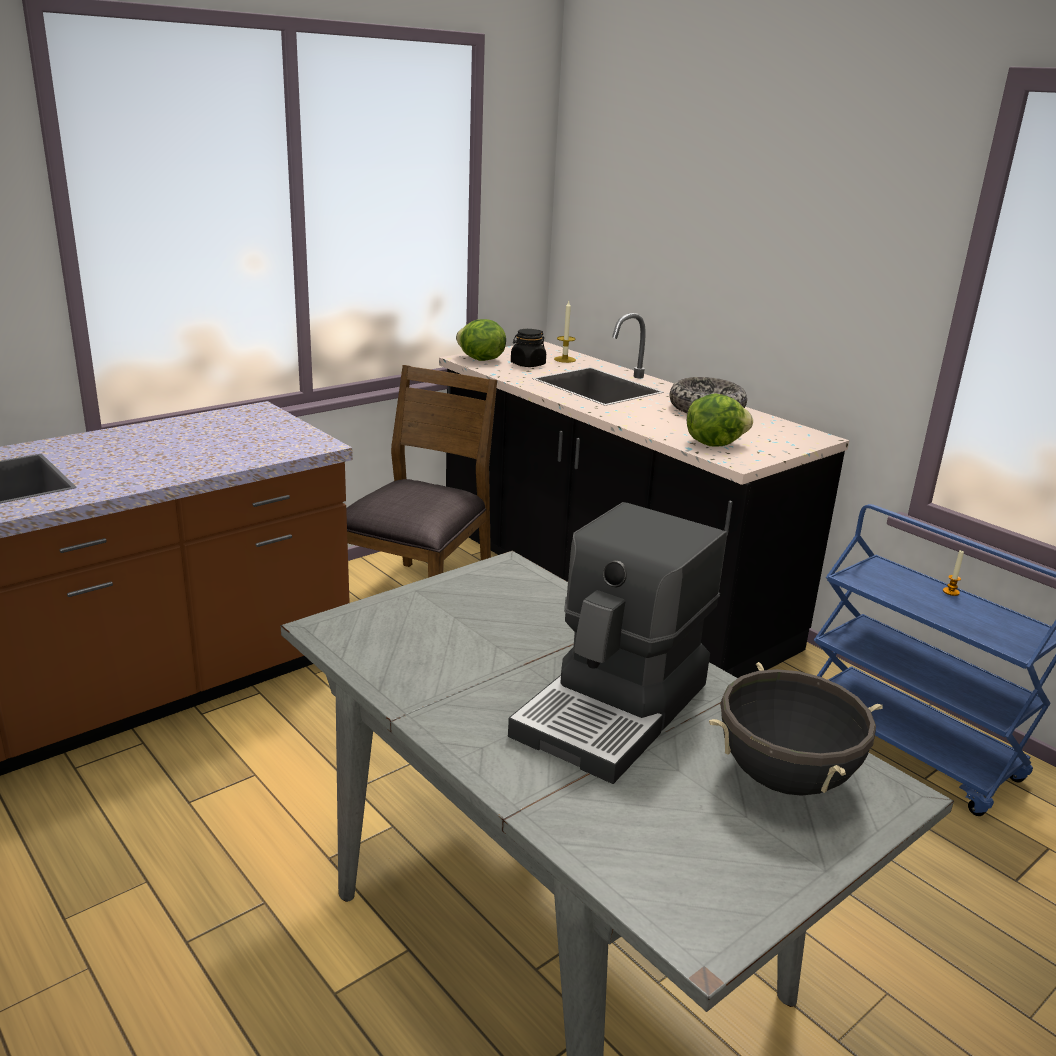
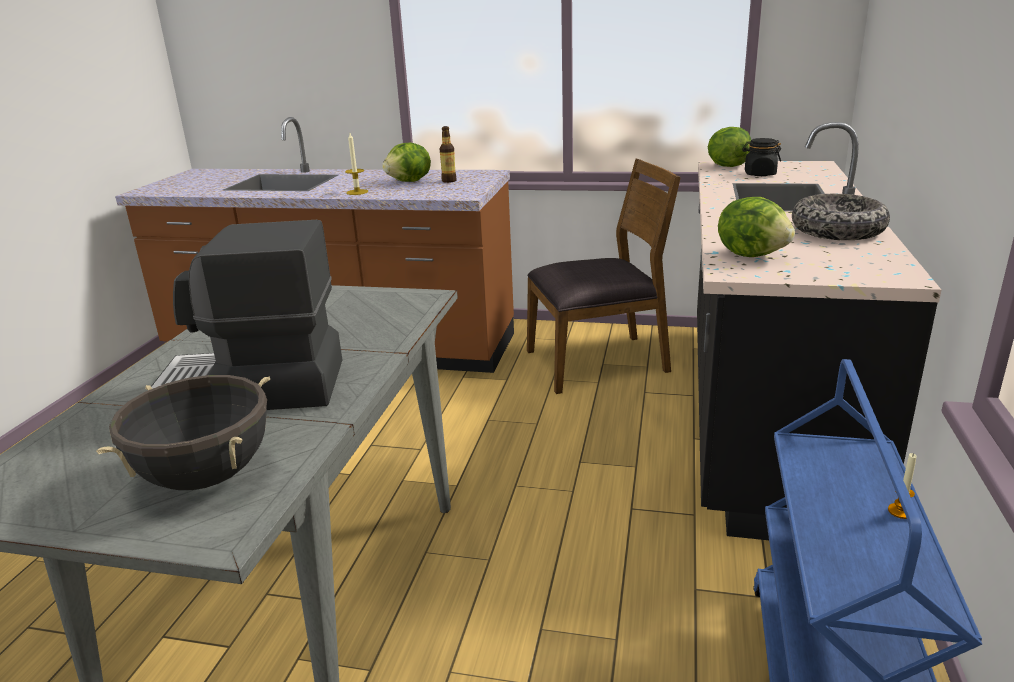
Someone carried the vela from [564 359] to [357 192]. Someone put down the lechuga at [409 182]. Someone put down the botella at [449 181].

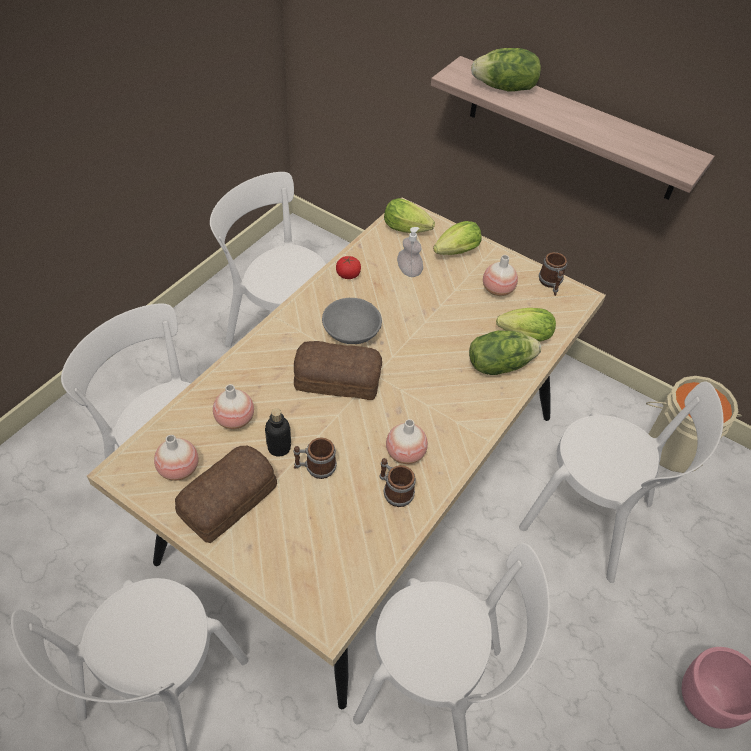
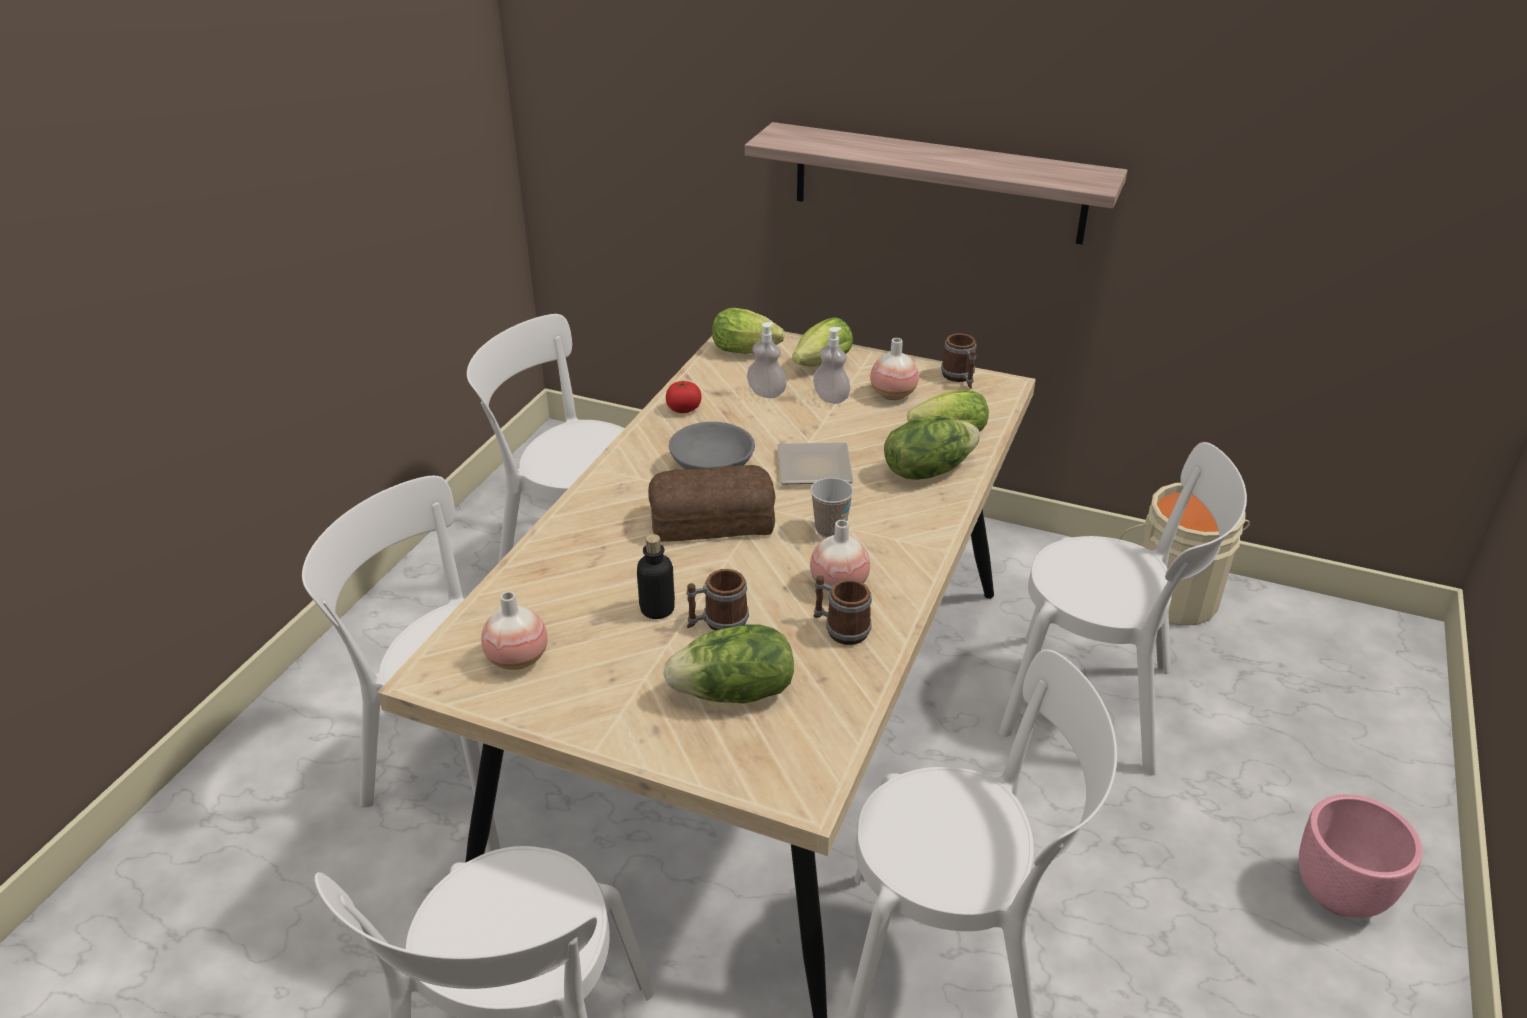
Someone took away the pan at [230 500]. Someone took away the florero at [235 419]. Someone carried the lechuga from [505 88] to [735 693]. Someone put down the plato at [817 469]. Someone put down the taza at [830 529]. Someone put down the dispensador de jabón at [831 398].

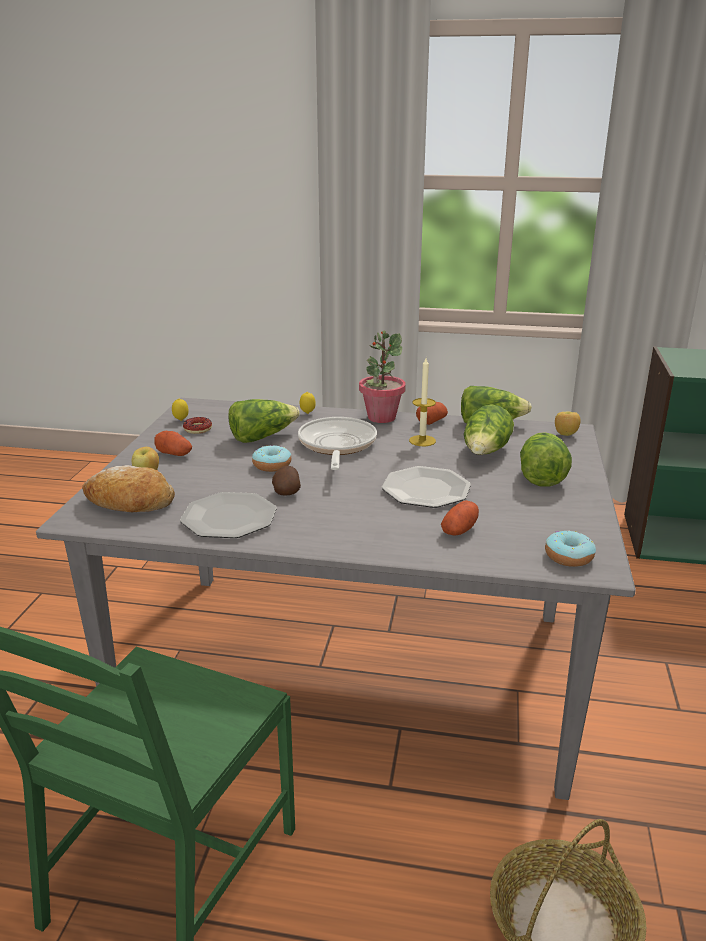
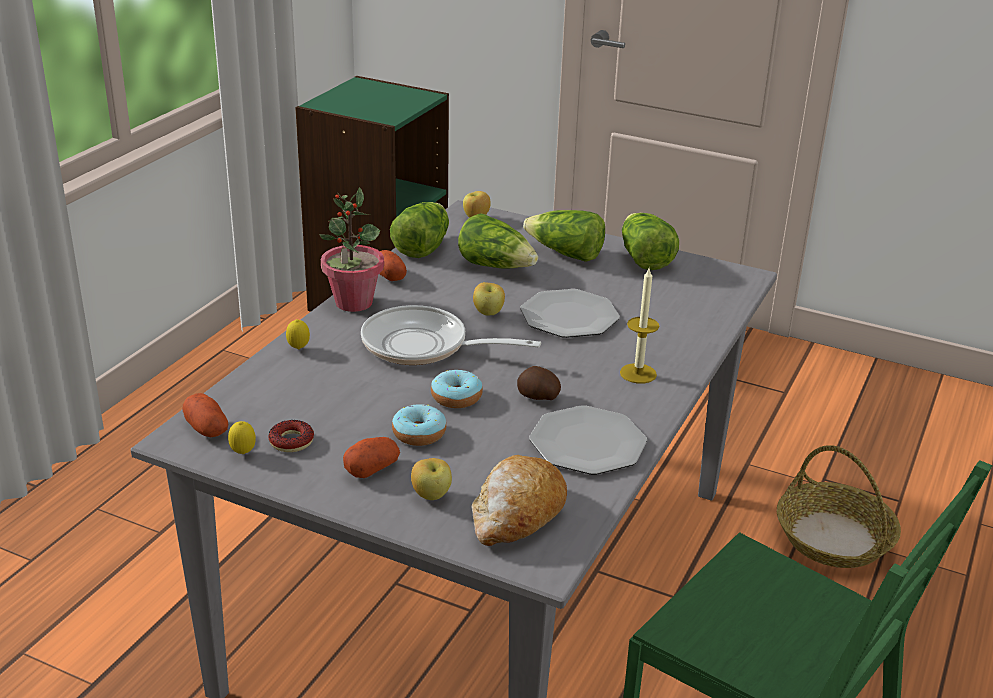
Someone carried the lechuga from [262 437] to [644 258]. Someone carried the vela from [422 441] to [638 373]. Someone carried the patata from [459 530] to [207 428]. Someone carried the rosquilla from [569 557] to [419 434]. Someone put down the manzana at [488 313].

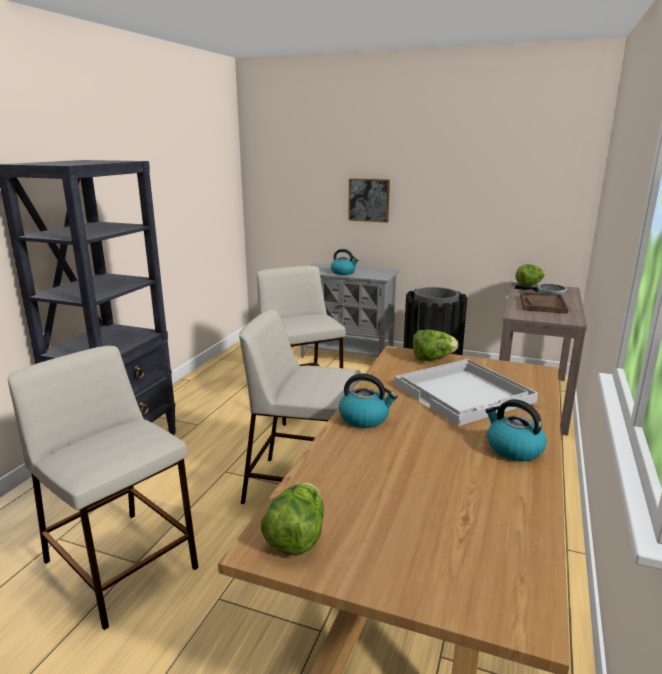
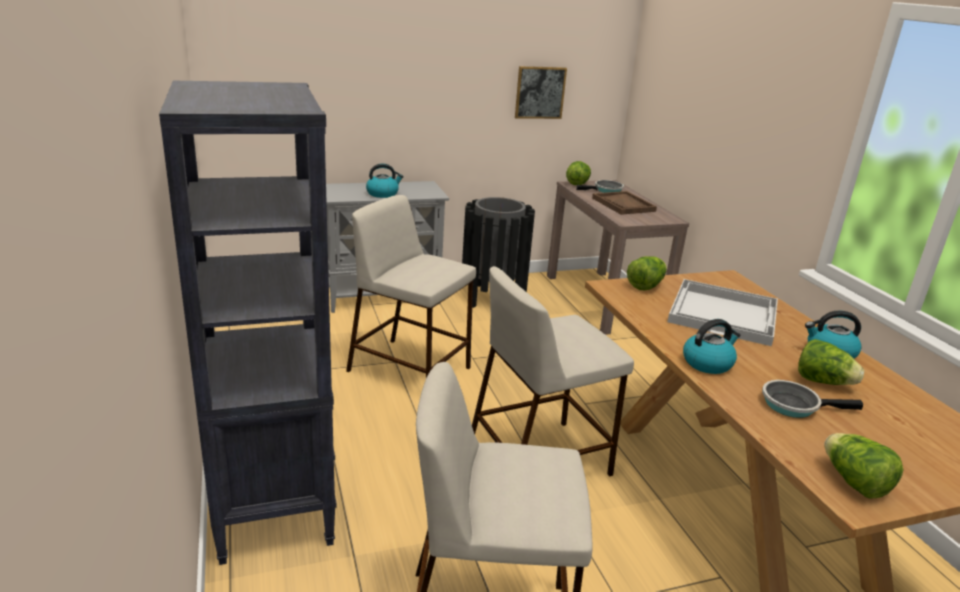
Someone carried the cuadro from [369 200] to [540 92]. Someone put down the sartén at [794 405]. Someone put down the lechuga at [822 382].

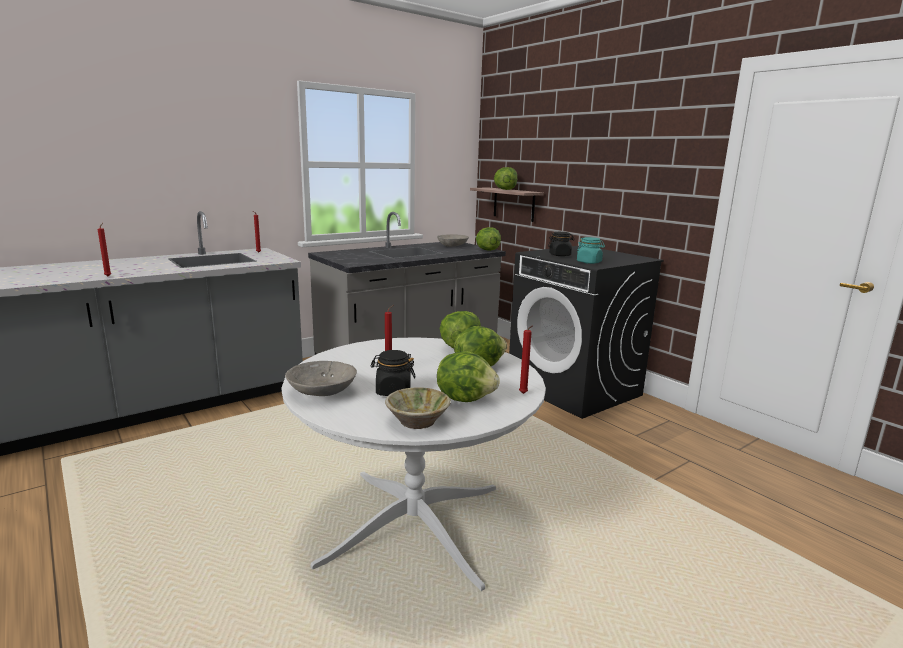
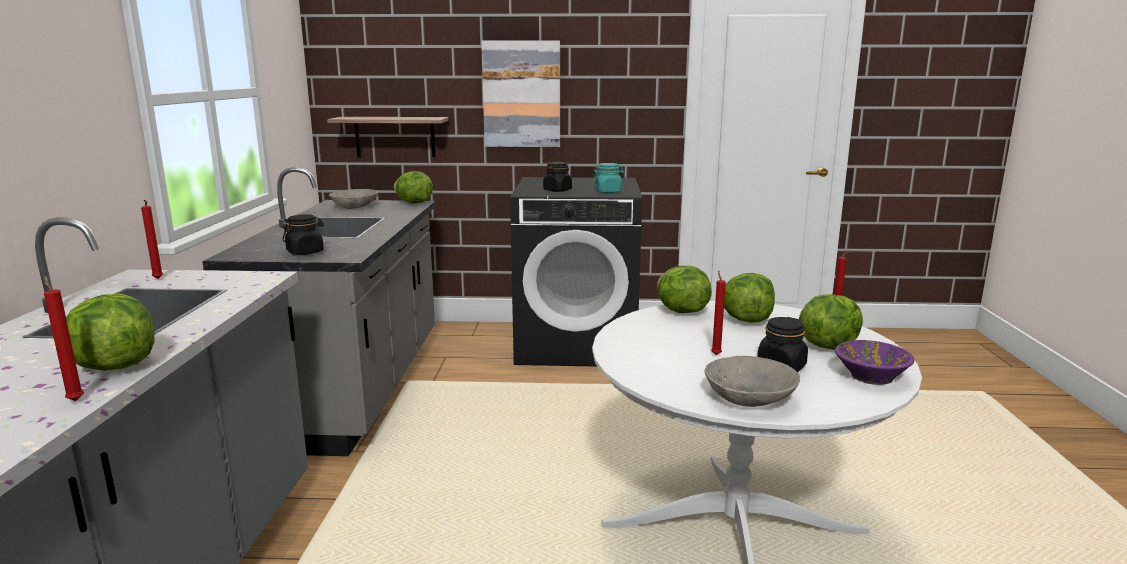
Someone repainted the cuenco (beis) at [417 420], which became the cuenco (morado) at [870 376]. Someone carried the lechuga from [505 189] to [114 366]. Someone put down the tarro (negro) at [305 252]. Someone put up the cuadro at [521 94].

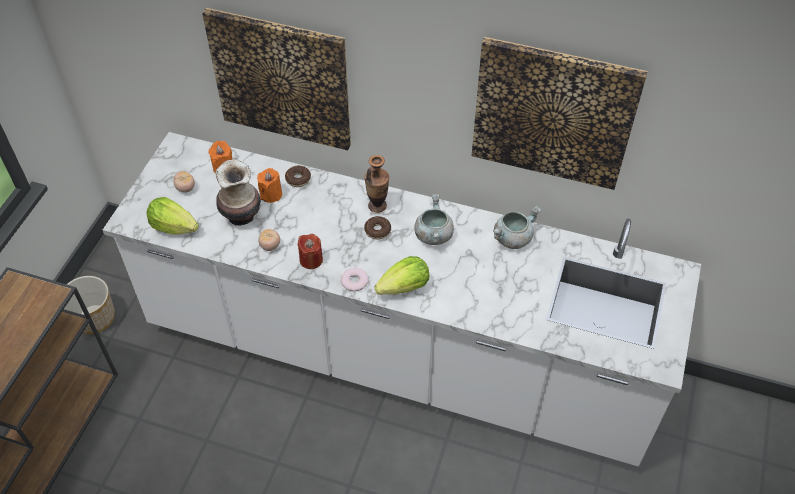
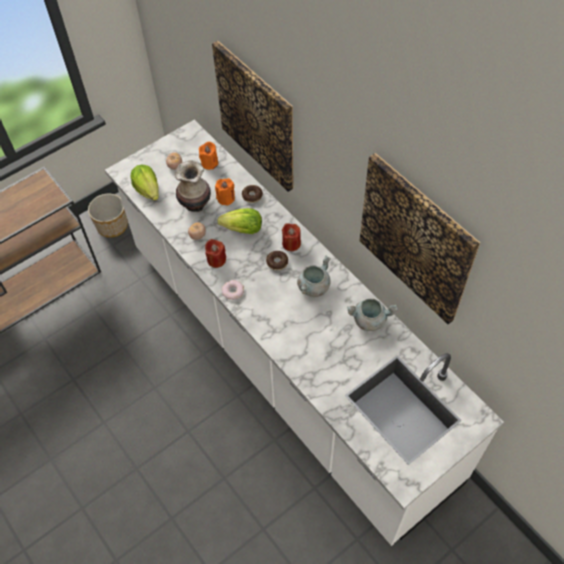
Someone swapped the florero at [377 205] for the vela (rojo) at [291 243]. Someone carried the lechuga from [404 287] to [243 229].

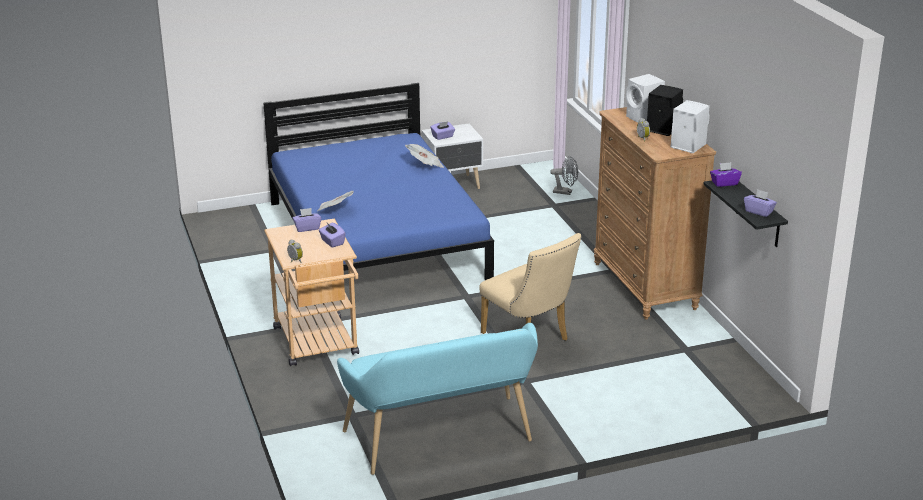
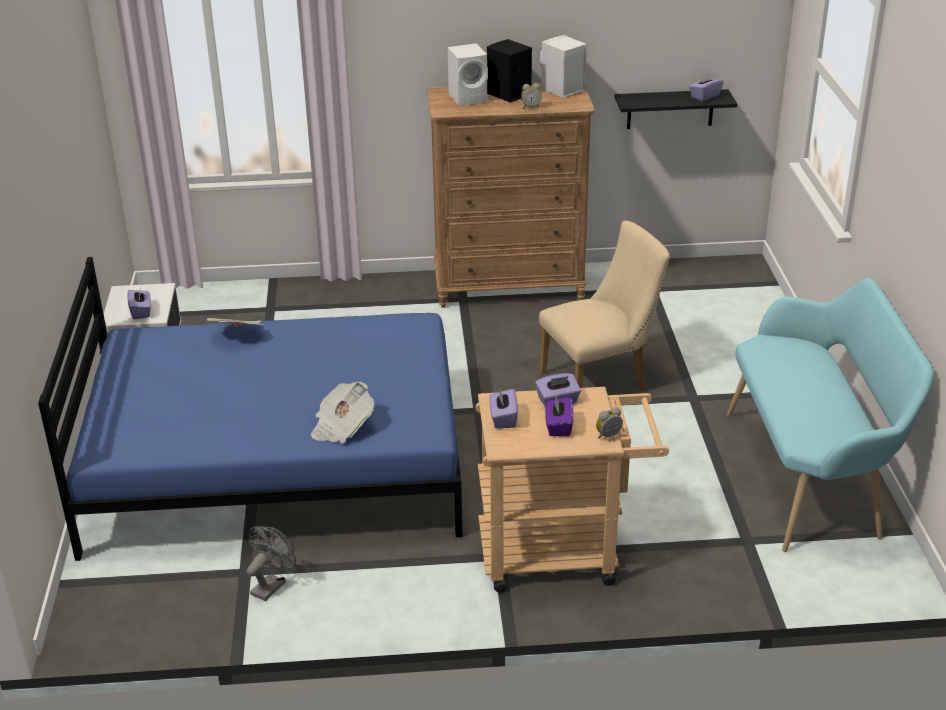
Someone carried the ventilador (gris) from [565 192] to [271 585]. Someone carried the caja de pañuelos (morado) from [724 183] to [558 426].

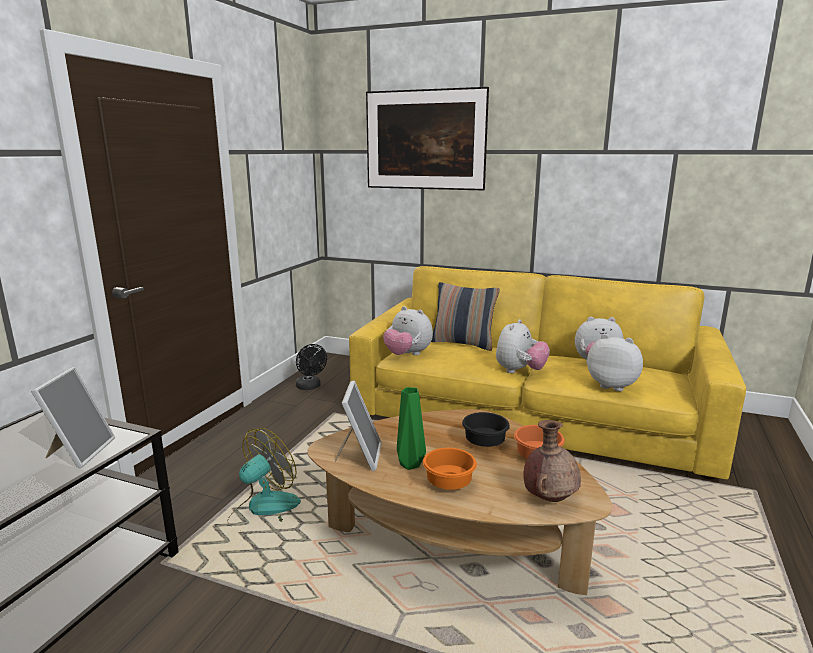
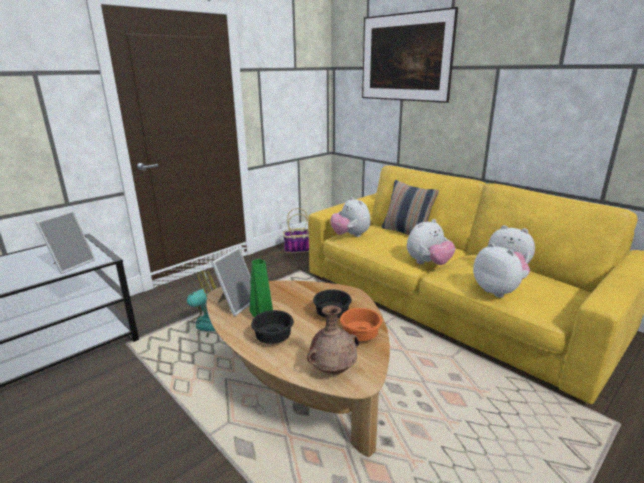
Someone swapped the ventilador (negro) at [310 387] for the cesta at [299 249]. Someone repainted the cuenco (naranja) at [447 483], which became the cuenco (negro) at [273 337].

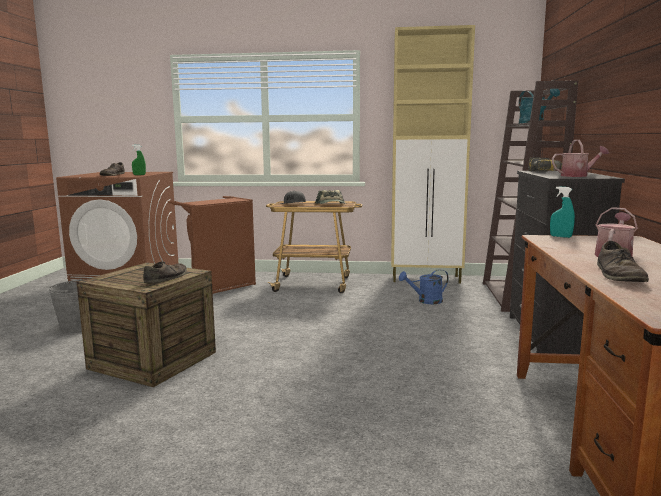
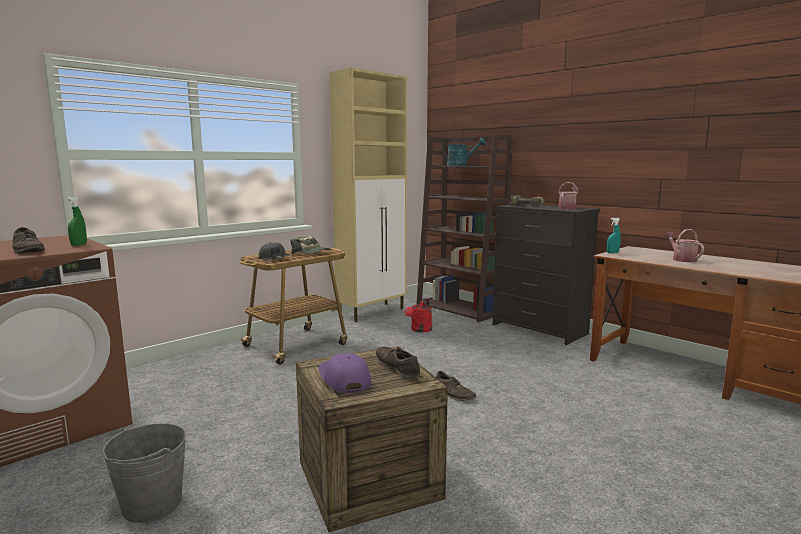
Someone took away the cesto de la ropa (marrón) at [218 287]. Someone repainted the regadera (azul) at [426 301], which became the regadera (rojo) at [419 330]. Someone carried the zapato (marrón) from [619 275] to [454 393]. Someone put down the gorra (morado) at [344 379].

